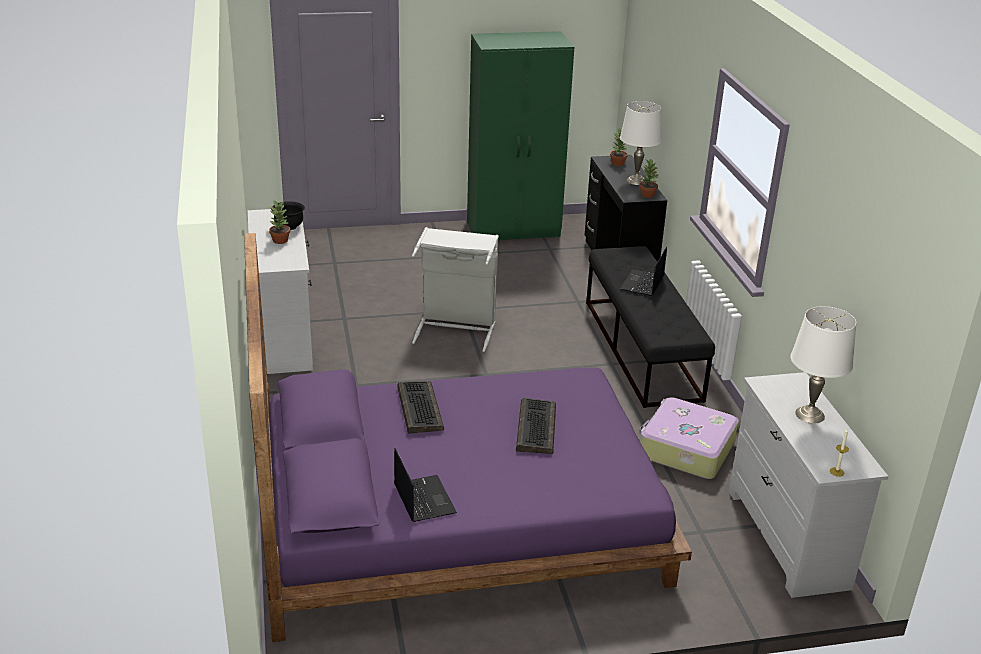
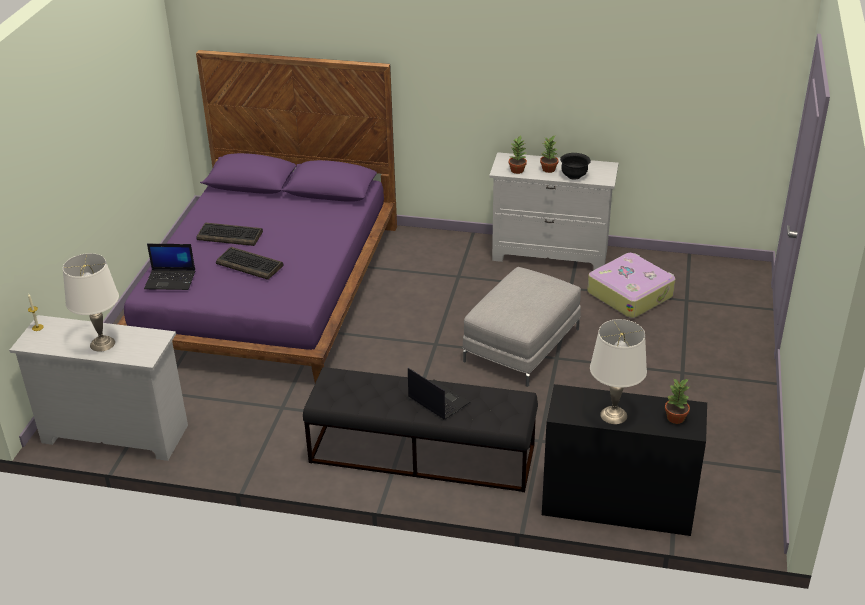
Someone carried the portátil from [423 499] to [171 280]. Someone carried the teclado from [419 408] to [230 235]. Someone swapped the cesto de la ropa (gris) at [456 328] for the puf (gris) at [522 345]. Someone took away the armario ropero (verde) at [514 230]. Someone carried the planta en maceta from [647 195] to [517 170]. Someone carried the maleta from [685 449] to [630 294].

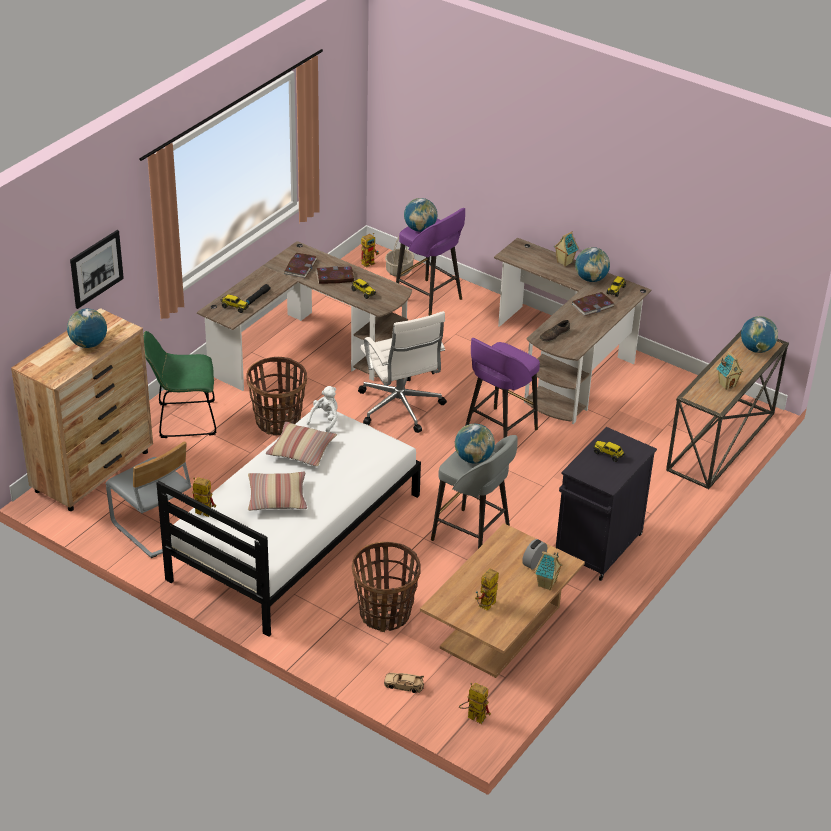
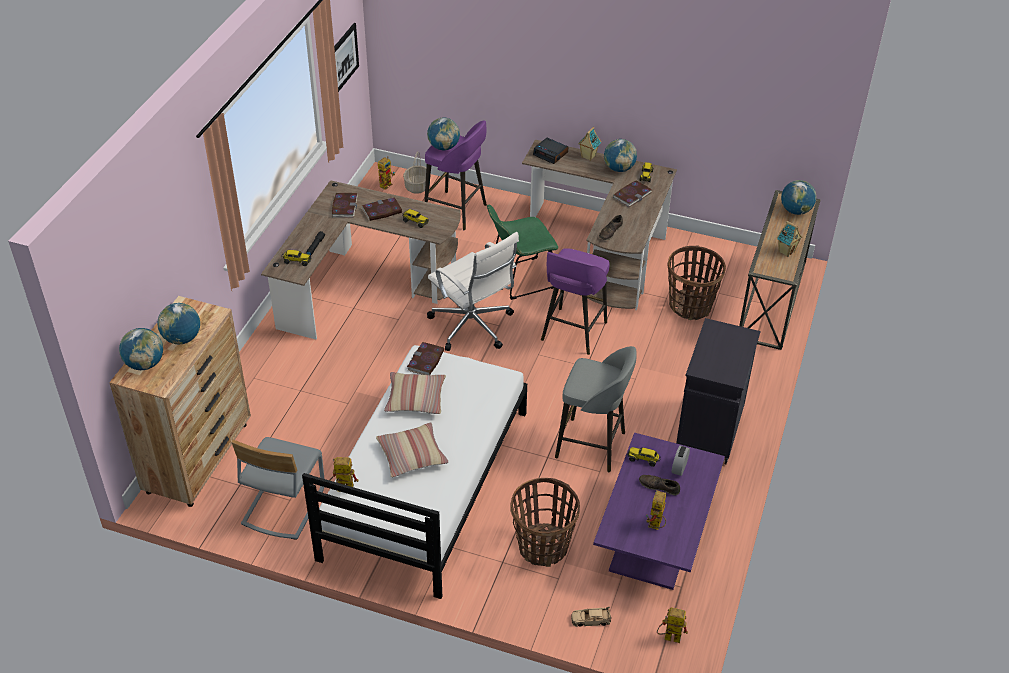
Someone carried the cuadro from [96 268] to [344 58]. Someone rotated the silla (gris) at [154 528] by 75 degrees clockwise. Someone carried the silla (verde) from [183 420] to [520 279]. Someone carried the cesta from [278 421] to [690 306]. Someone swapped the peluche (blanco) at [325 419] for the libro at [426 361]. Someone repainted the mesa de centro (marrón) at [500 627], which became the mesa de centro (morado) at [655 535]. Someone carried the globo terráqueo from [473 459] to [145 364]. Someone took away the casita at [547 584]. Someone carried the camión de juguete from [608 454] to [643 459]. Someone put down the despertador at [551 154]. Someone put down the zapato (marrón) at [659 486].

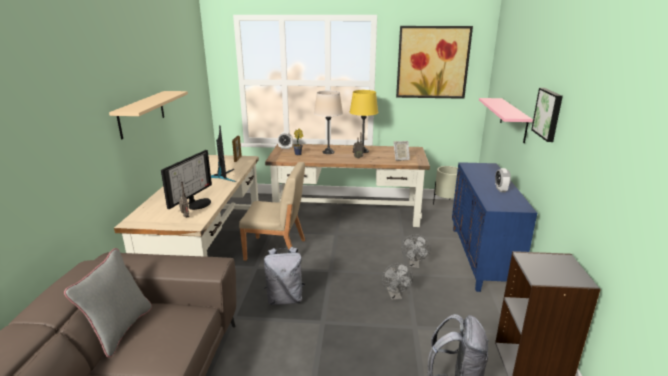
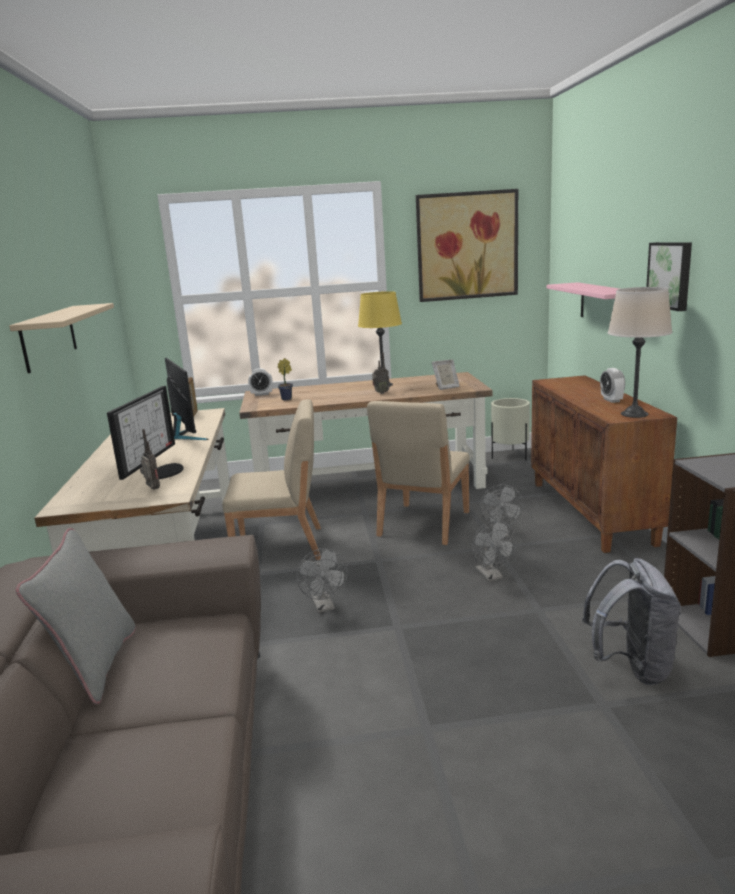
Someone swapped the mochila (gris) at [285 299] for the ventilador (gris) at [324 607]. Someone carried the lámpara de mesa (beis) from [328 152] to [634 414]. Someone repainted the armario (azul) at [481 258], which became the armario (marrón) at [592 512]. Someone put down the silla (beis) at [423 524].

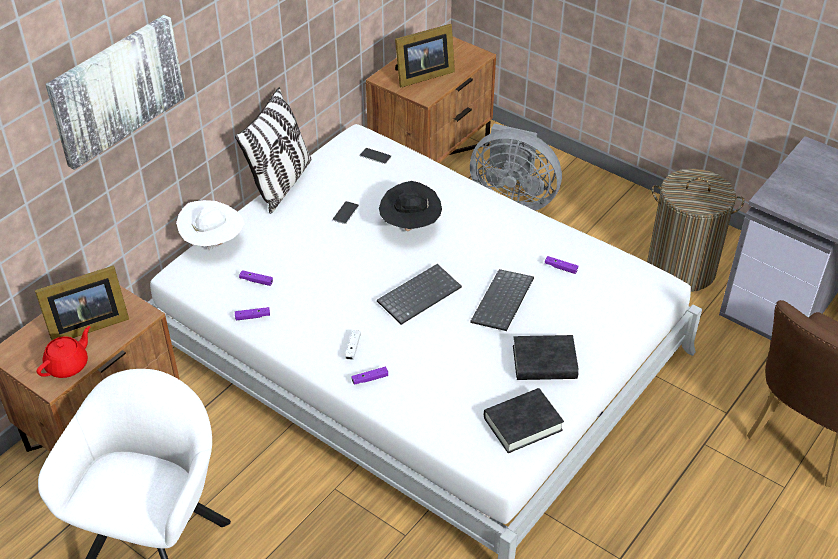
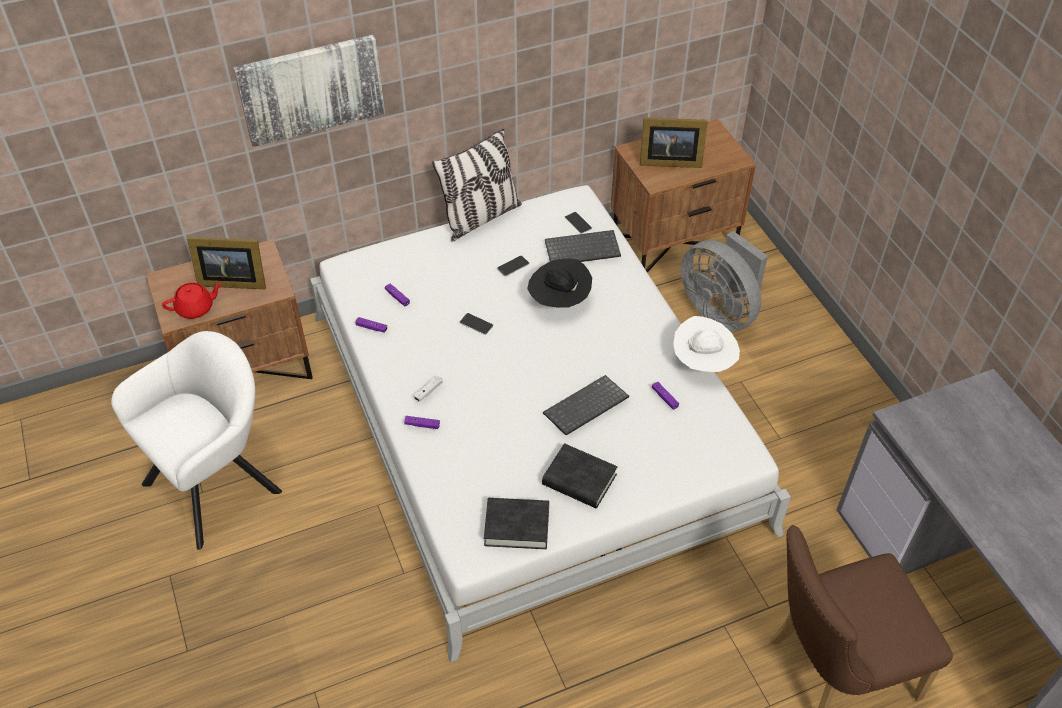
Someone carried the sombrero (blanco) from [214 243] to [703 363]. Someone carried the teclado from [419 294] to [583 248]. Someone took away the cesto de la ropa at [681 268]. Someone put down the móvil at [476 324].

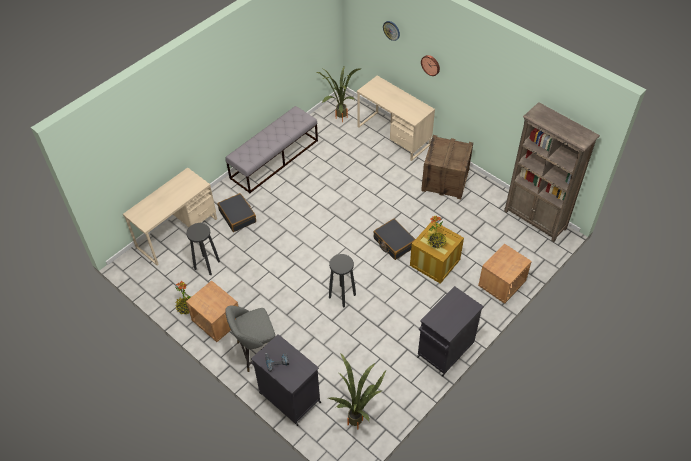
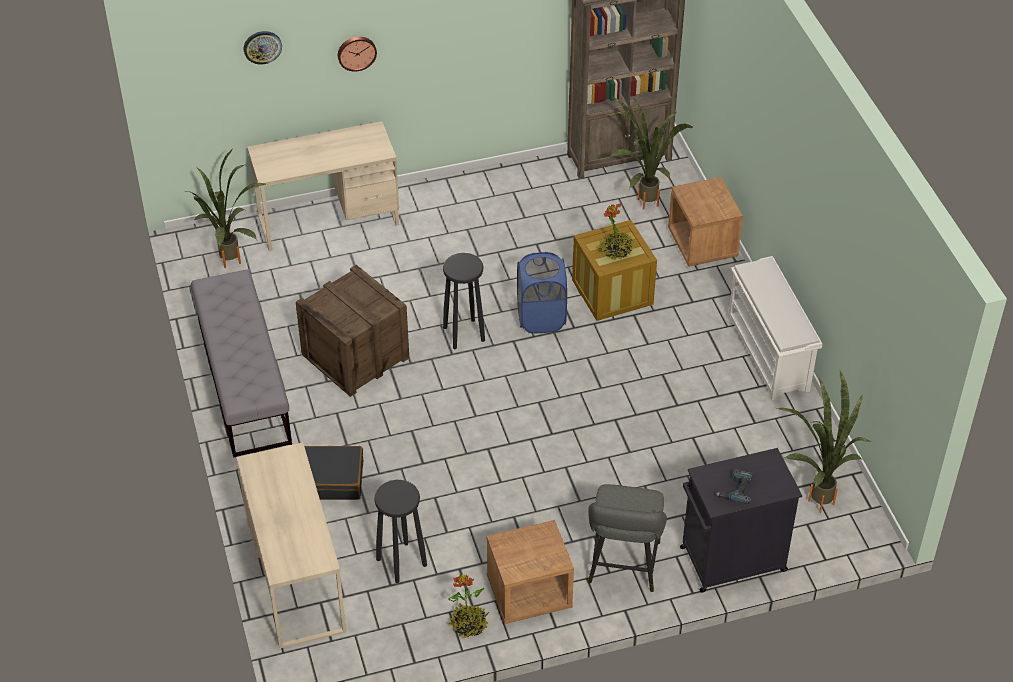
Someone carried the taburete (negro) from [342 296] to [464 334]. Someone swapped the maleta (negro) at [394 243] for the cesto de la ropa (azul) at [541 318]. Someone swapped the armario (negro) at [444 351] for the zapatero (blanco) at [769 354]. Someone carried the caja de embalaje from [445 180] to [355 357]. Someone put down the planta en maceta at [641 202].

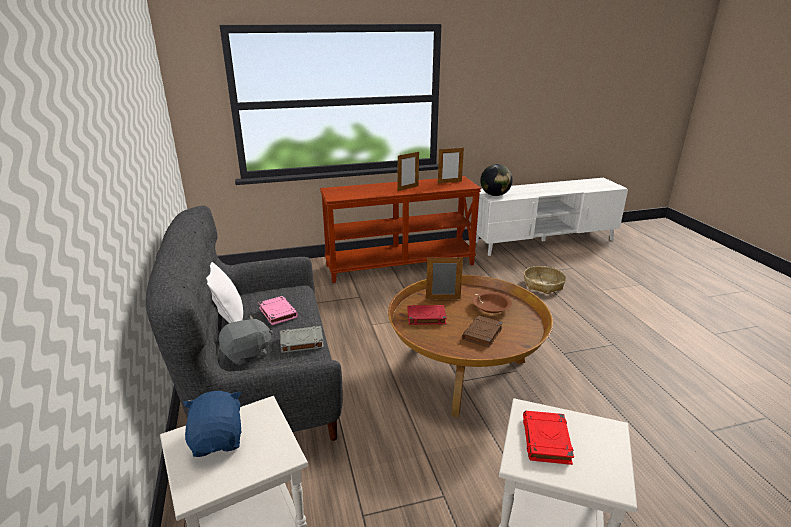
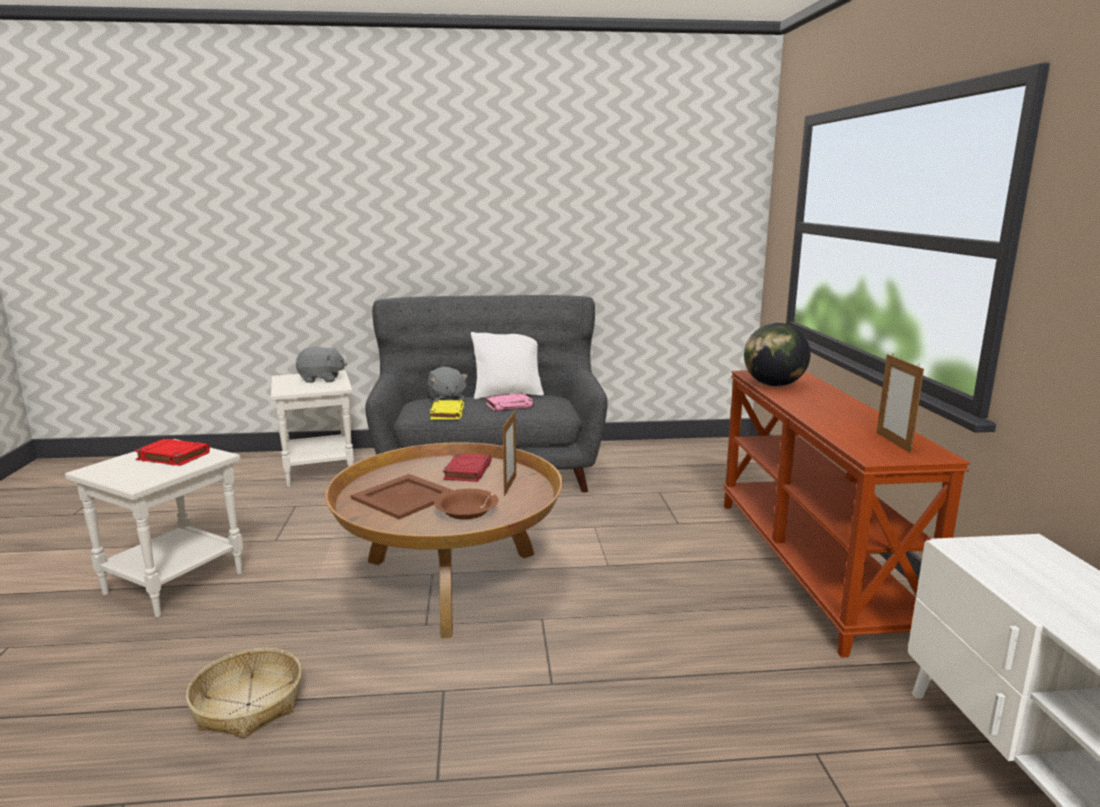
Someone repainted the peluche (azul) at [218 440], which became the peluche (gris) at [321 379]. Someone repainted the libro (gris) at [301 342], which became the libro (amarillo) at [447 413]. Someone took away the portarretratos at [408 188]. Someone swapped the libro (marrón) at [482 334] for the bandeja (marrón) at [403 496]. Someone carried the globo terráqueo from [495 195] to [774 385]. Someone carried the cesta from [543 284] to [249 705].

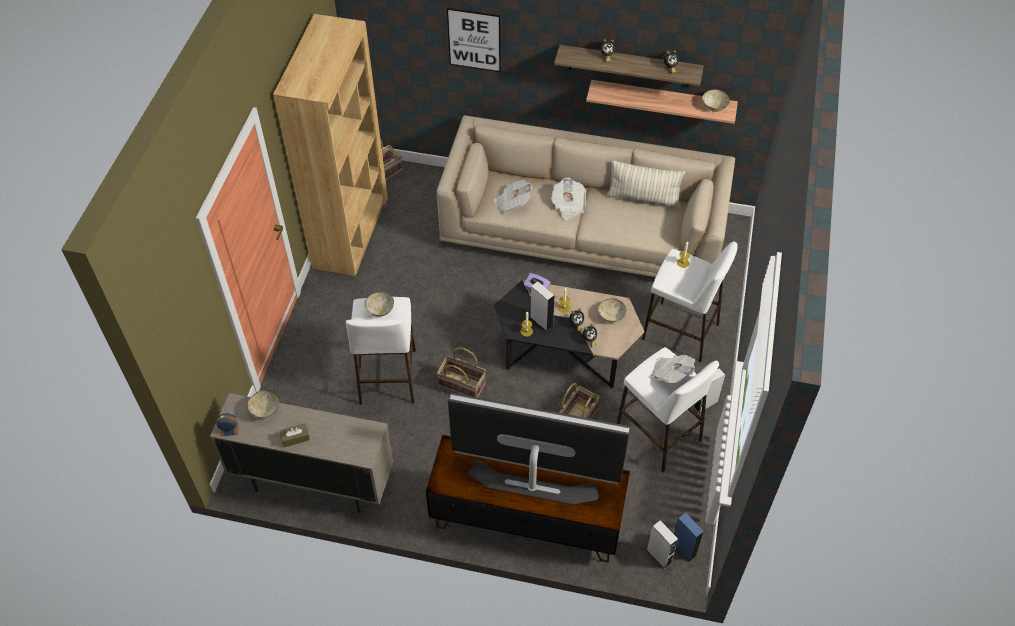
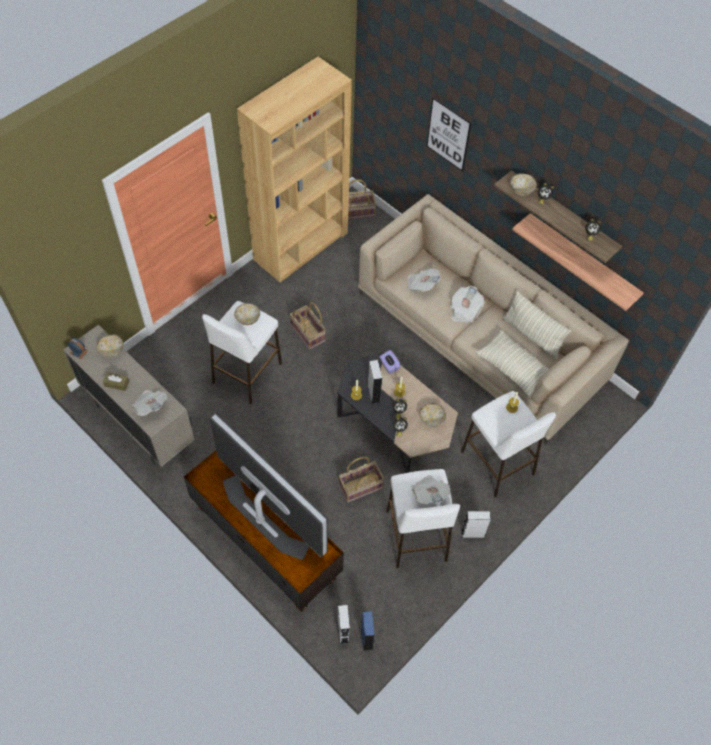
Someone carried the cesta from [462 385] to [308 333]. Someone carried the cuenco from [714 107] to [521 190]. Someone put down the periódico at [150 406]. Someone put down the cojín at [513 368].

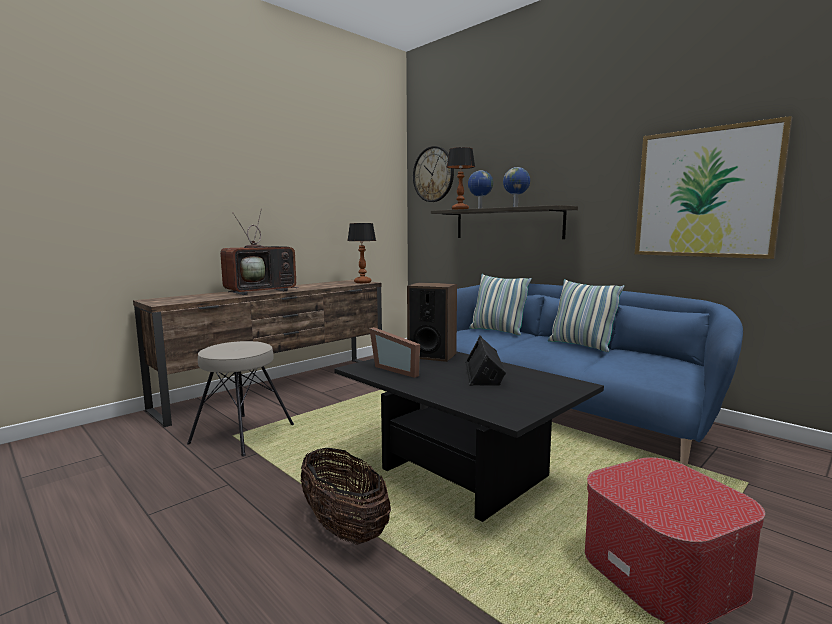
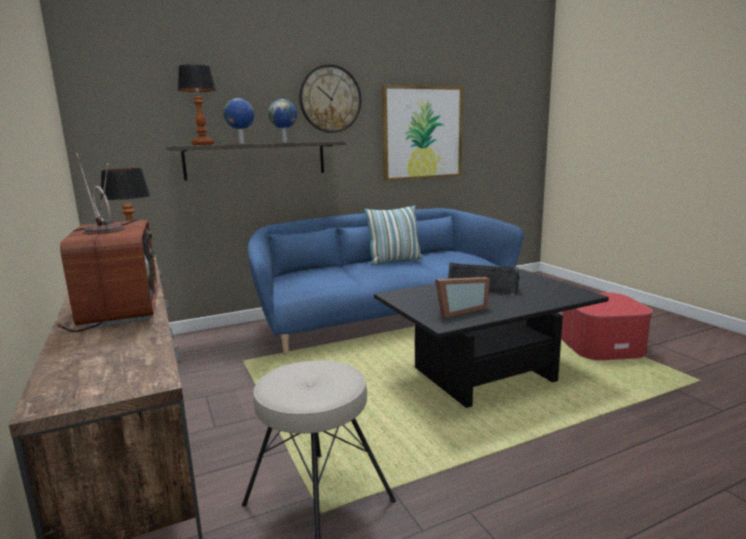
Someone took away the cesta at [344 527]. Someone took away the altavoz at [432 355]. Someone carried the reloj de pared from [433 174] to [330 99]. Someone took away the cojín at [497 331].

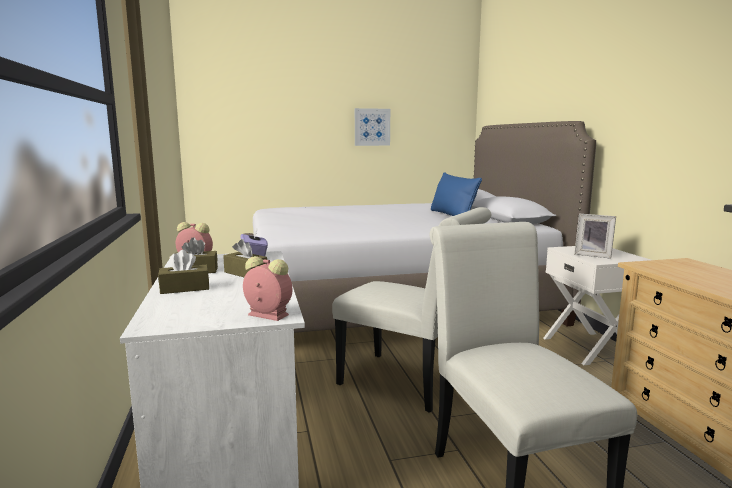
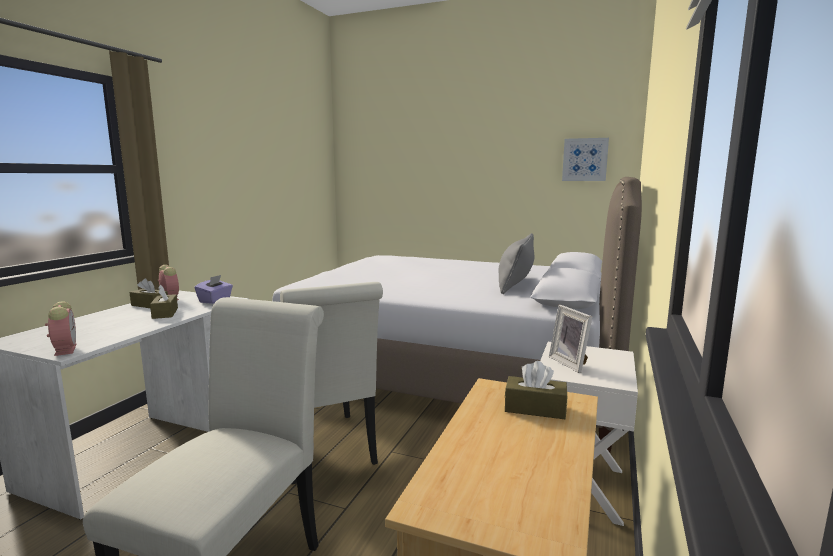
Someone carried the caja de pañuelos (marrón) from [185 288] to [535 408]. Someone carried the cuadro from [372 127] to [585 159]. Someone repainted the cojín (azul) at [452 215], which became the cojín (gris) at [515 284].

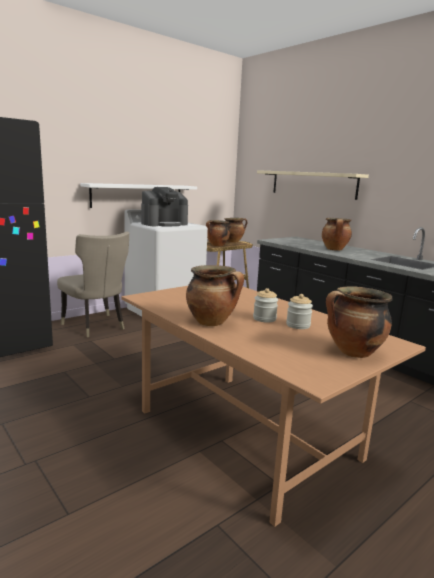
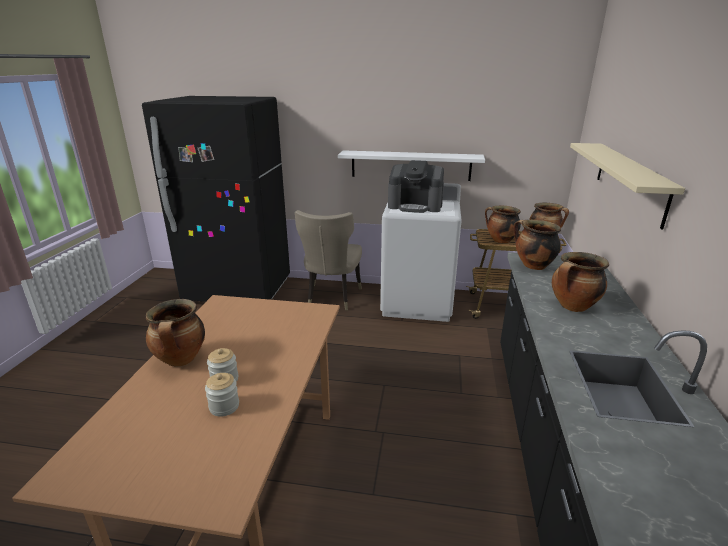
Someone carried the olla from [353 353] to [532 266].

